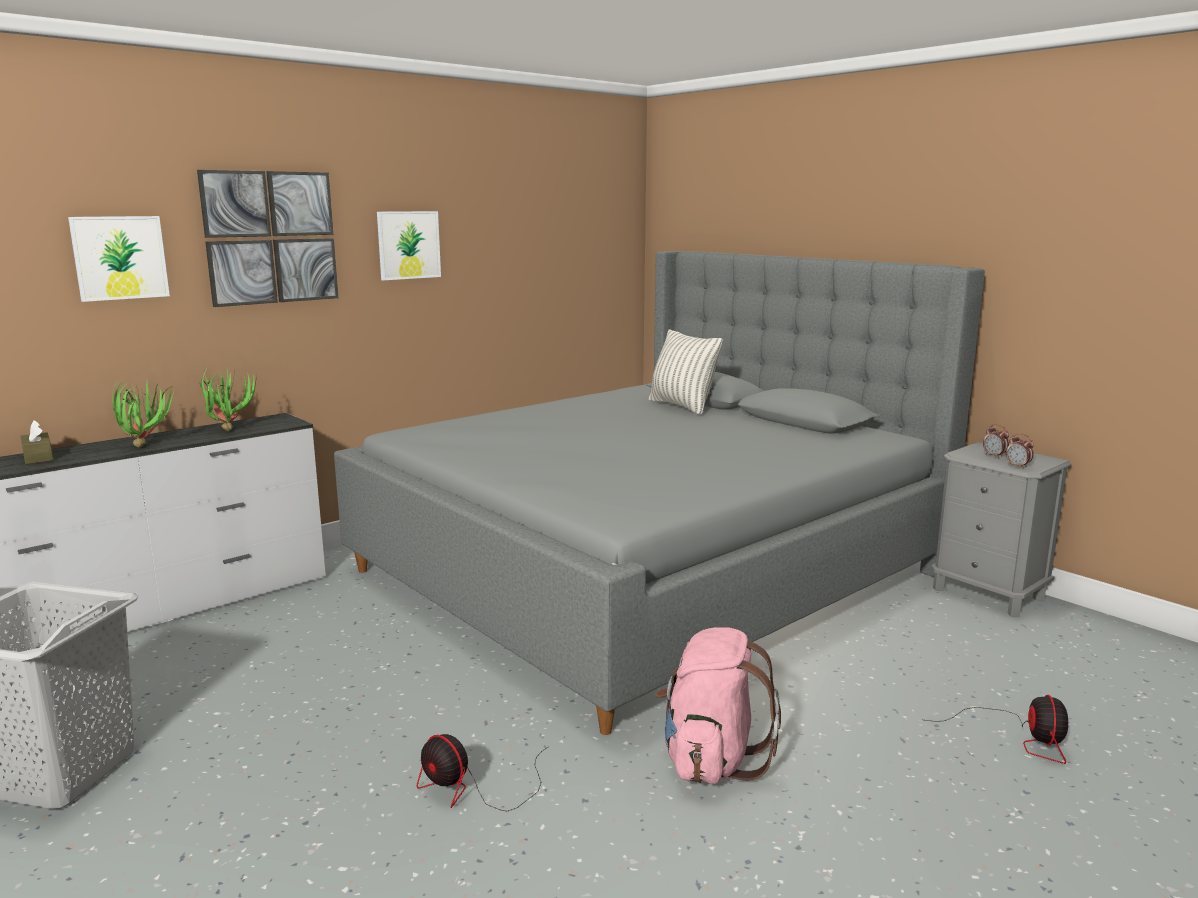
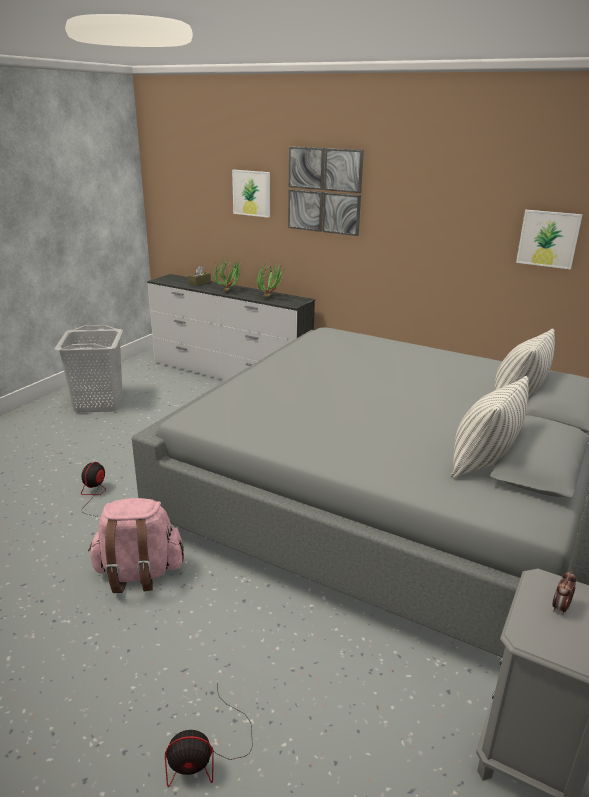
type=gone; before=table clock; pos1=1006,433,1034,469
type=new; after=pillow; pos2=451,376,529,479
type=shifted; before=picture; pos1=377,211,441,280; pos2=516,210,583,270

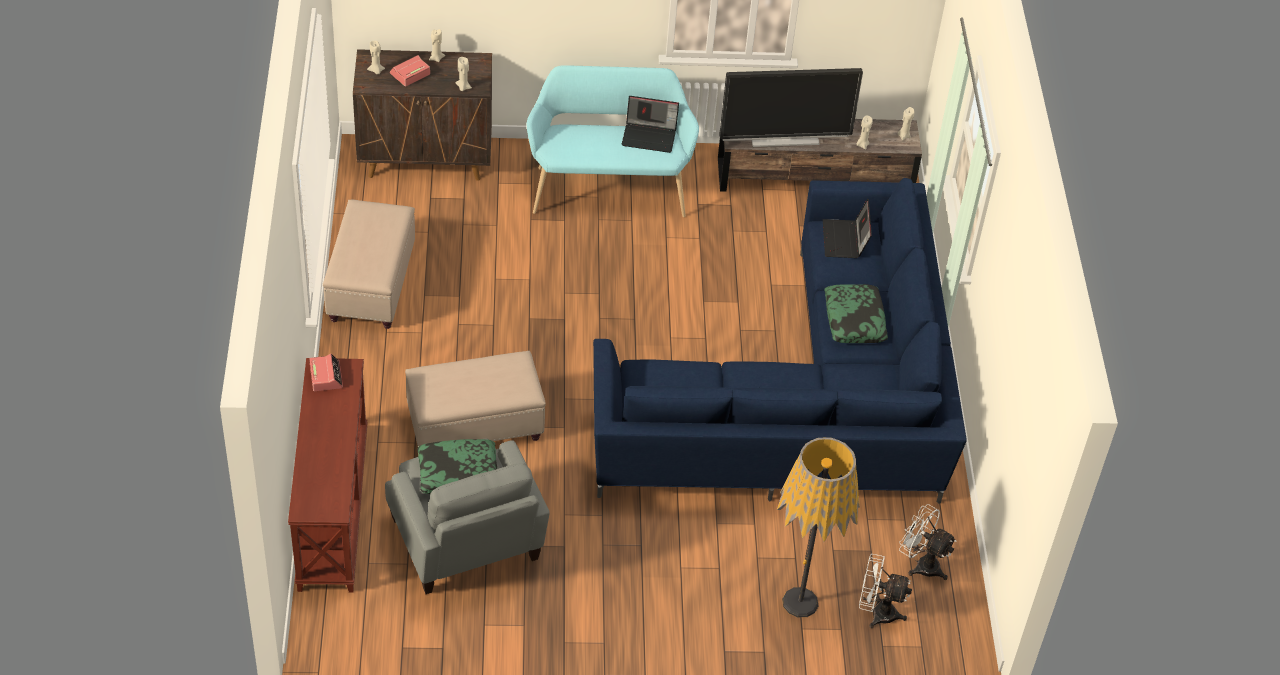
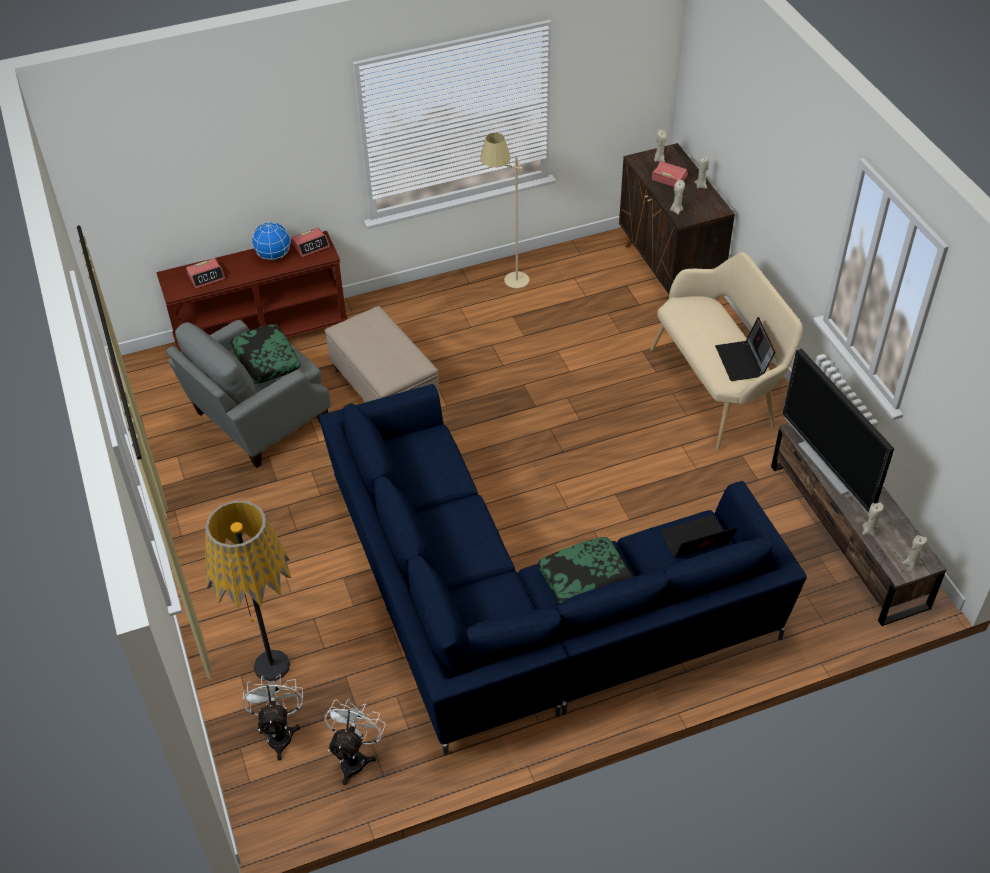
type=new; after=table clock; pos2=186,258,225,288
type=new; after=world globe; pos2=252,222,291,260
type=swapped; before=ottoman in beige-coloured; after=standing lamp in beige-coloured; pos1=323,200,415,329; pos2=480,133,529,289
type=repainted; before=indoor bench in blue-green; after=indoor bench in beige-coloured; pos1=527,65,699,217; pos2=650,252,803,450

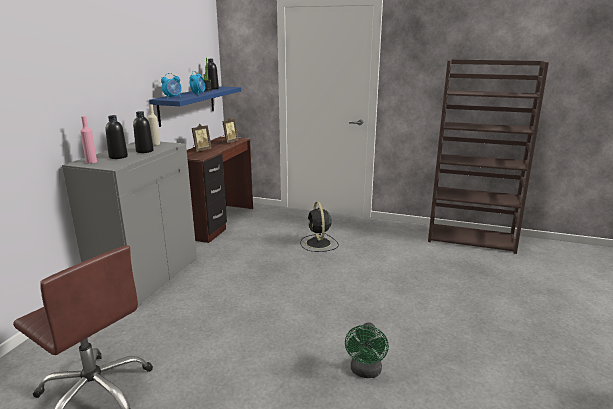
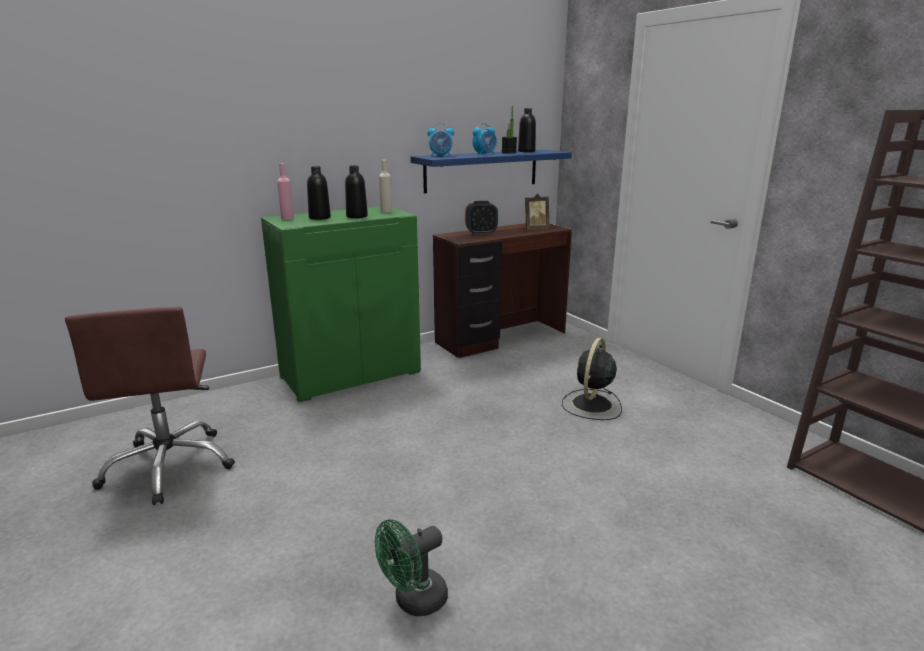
type=swapped; before=picture frame; after=table clock; pos1=192,124,212,152; pos2=465,201,498,235
type=repainted; before=cupboard in gray; after=cupboard in green; pos1=62,142,197,308; pos2=261,206,421,402

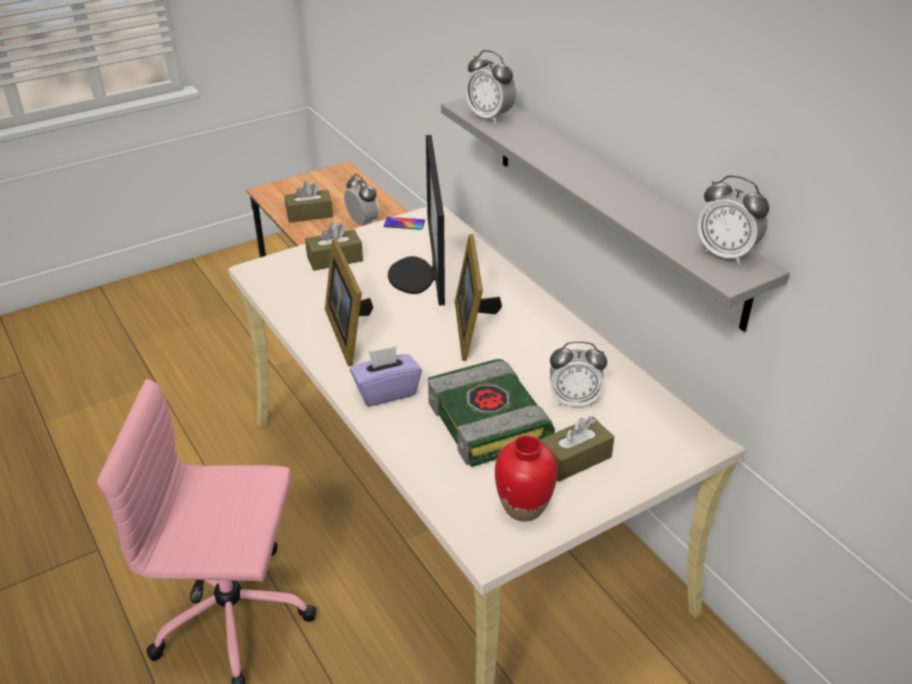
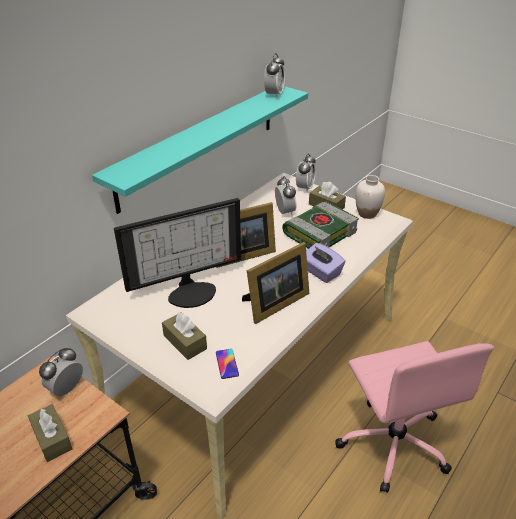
type=shifted; before=phone; pos1=384,217,425,230; pos2=216,349,239,379
type=shifted; before=table clock; pos1=465,50,516,124; pos2=296,153,316,192
type=repainted; before=wall shelf in gray; after=wall shelf in blue-green; pos1=441,98,790,332; pos2=92,86,308,214
type=repainted; before=flower vase in reddish; after=flower vase in white-coloured; pos1=495,435,558,522; pos2=355,175,385,219

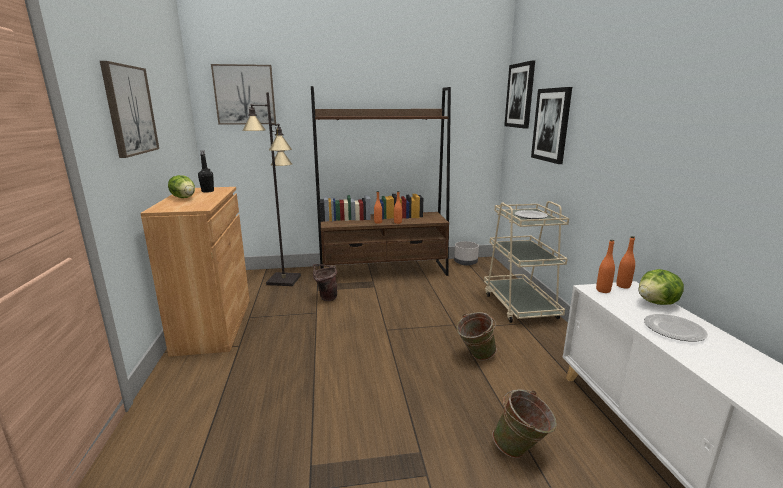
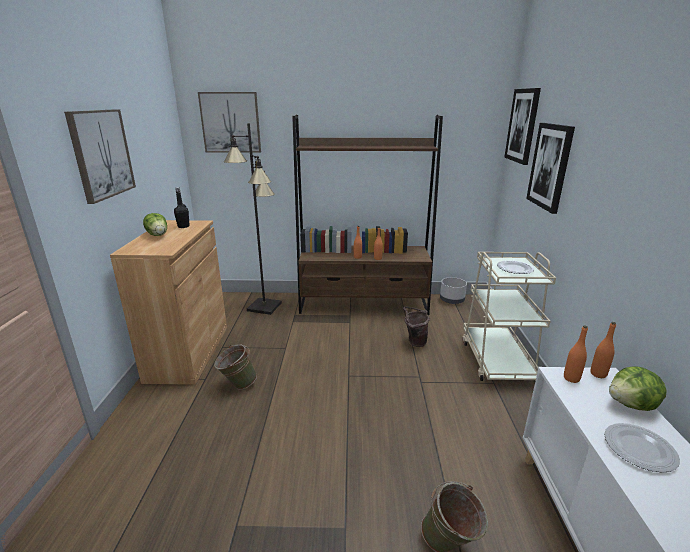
type=shifted; before=bucket in brown; pos1=313,264,337,301; pos2=403,307,430,347
type=shifted; before=bucket in green; pos1=457,312,497,360; pos2=214,345,257,390

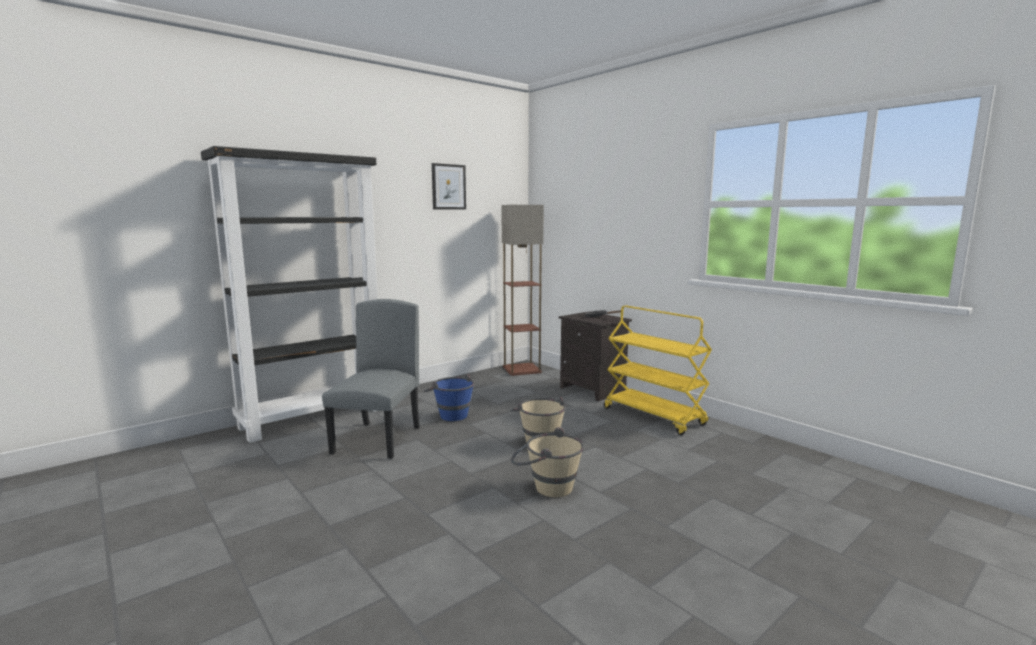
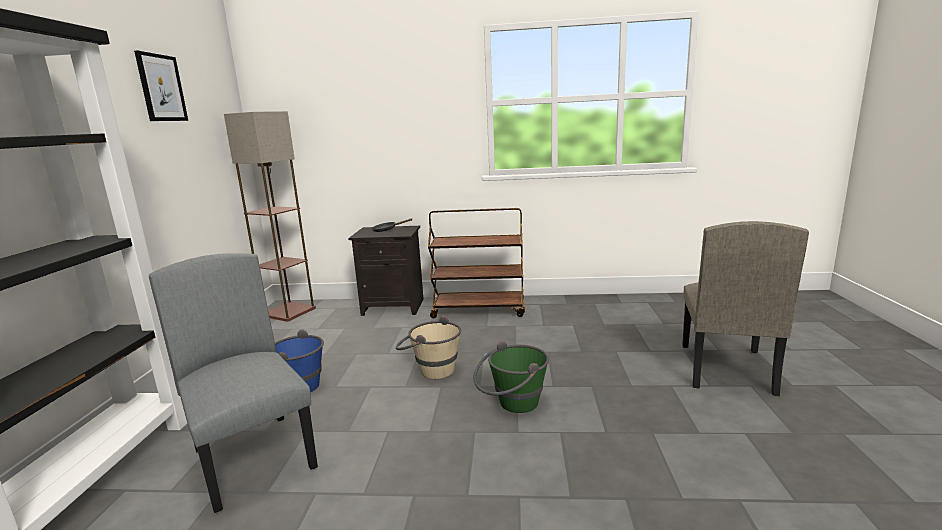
type=new; after=chair in beige-coloured; pos2=682,221,809,396
type=repainted; before=bucket in beige-coloured; after=bucket in green; pos1=511,427,584,497; pos2=474,341,549,413
type=repainted; before=trolley in yellow-coloured; after=trolley in brown; pos1=604,305,712,435; pos2=428,208,525,318

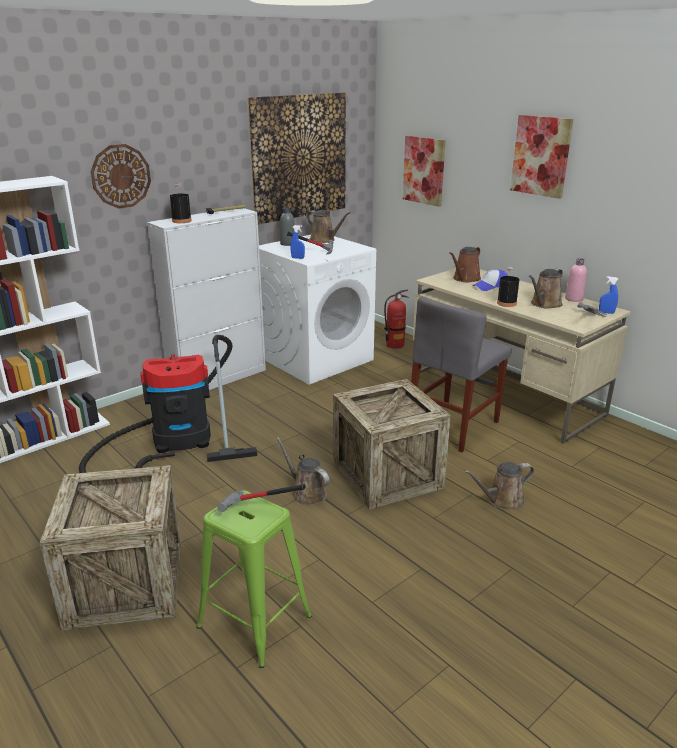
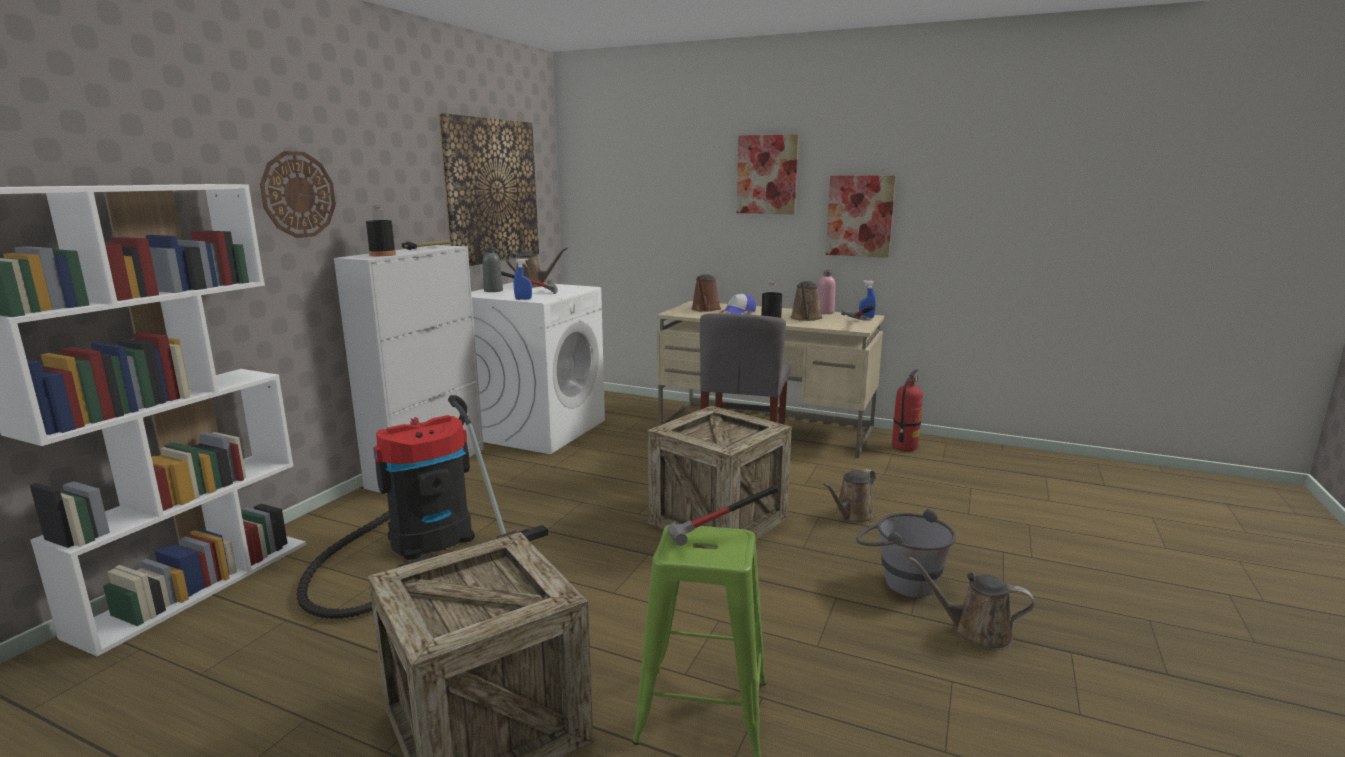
type=new; after=bucket in gray; pos2=856,509,956,597
type=shifted; before=watering pot in brown; pos1=276,437,330,505; pos2=909,557,1034,650
type=shifted; before=fire extinguisher; pos1=384,290,409,349; pos2=892,369,923,451
type=shifted; before=picture; pos1=403,136,446,207; pos2=826,176,896,258

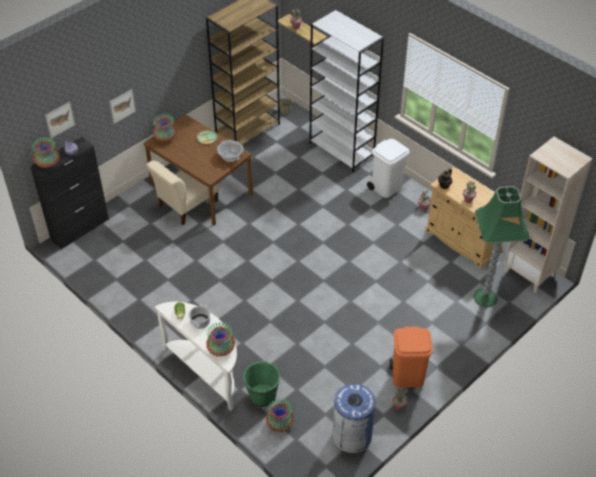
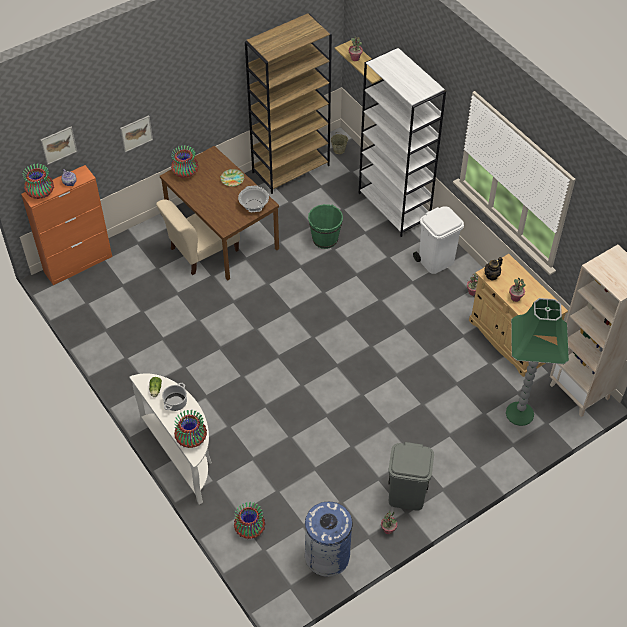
type=shifted; before=bucket in green; pos1=244,361,280,407; pos2=308,204,343,249
type=repainted; before=cupboard in blackish; after=cupboard in orange-coloured; pos1=30,137,109,249; pos2=21,165,112,285
type=repainted; before=rubbish bin in orange-coloured; after=rubbish bin in gray; pos1=390,327,433,387; pos2=388,442,434,511

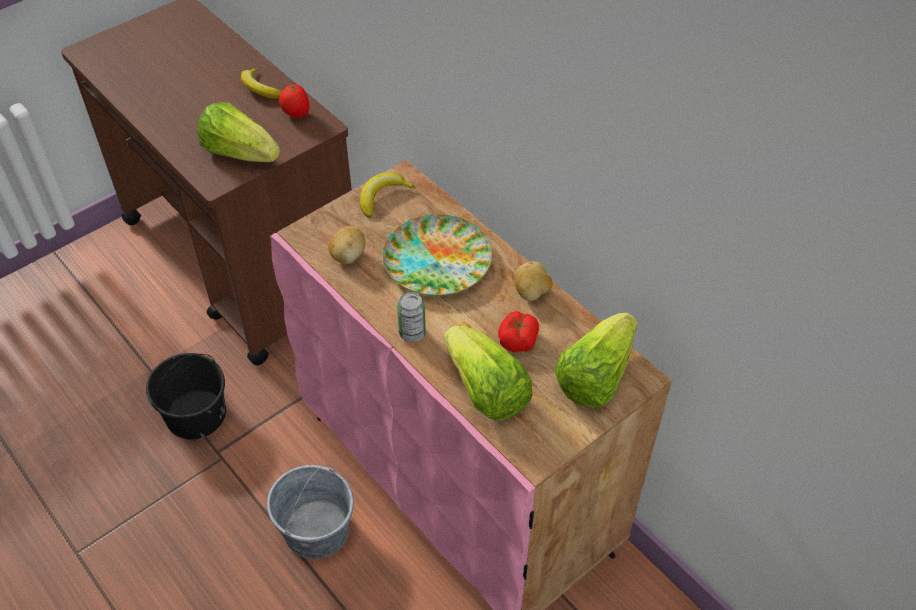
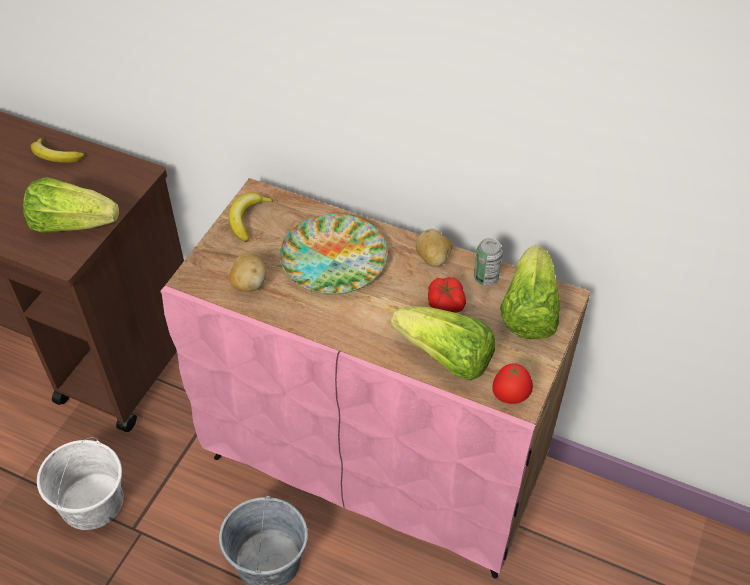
type=shifted; before=whole tomato; pos1=279,84,309,118; pos2=493,363,533,404
type=shifted; before=metal can; pos1=397,292,426,342; pos2=474,238,503,286
type=repainted; before=bucket in blackish; after=bucket in white-coloured; pos1=146,353,226,439; pos2=37,437,123,530

